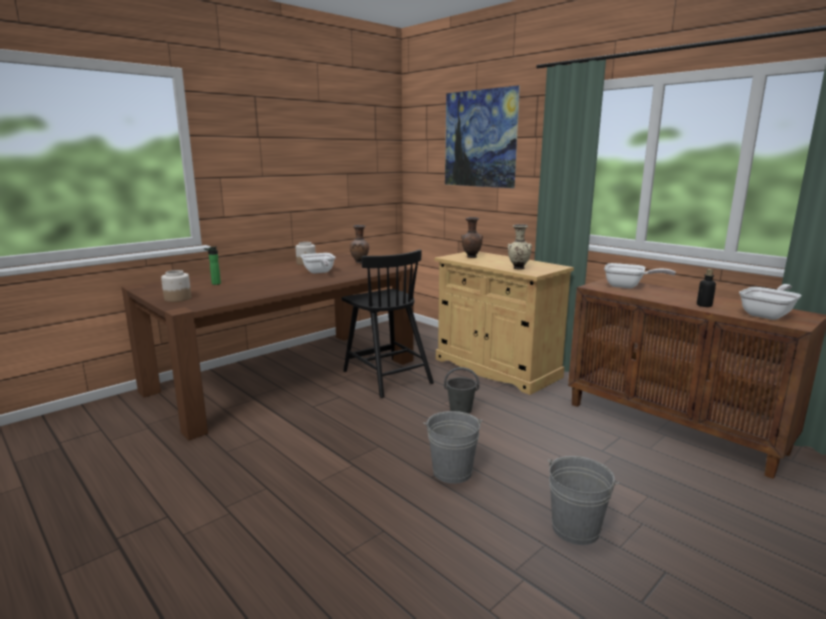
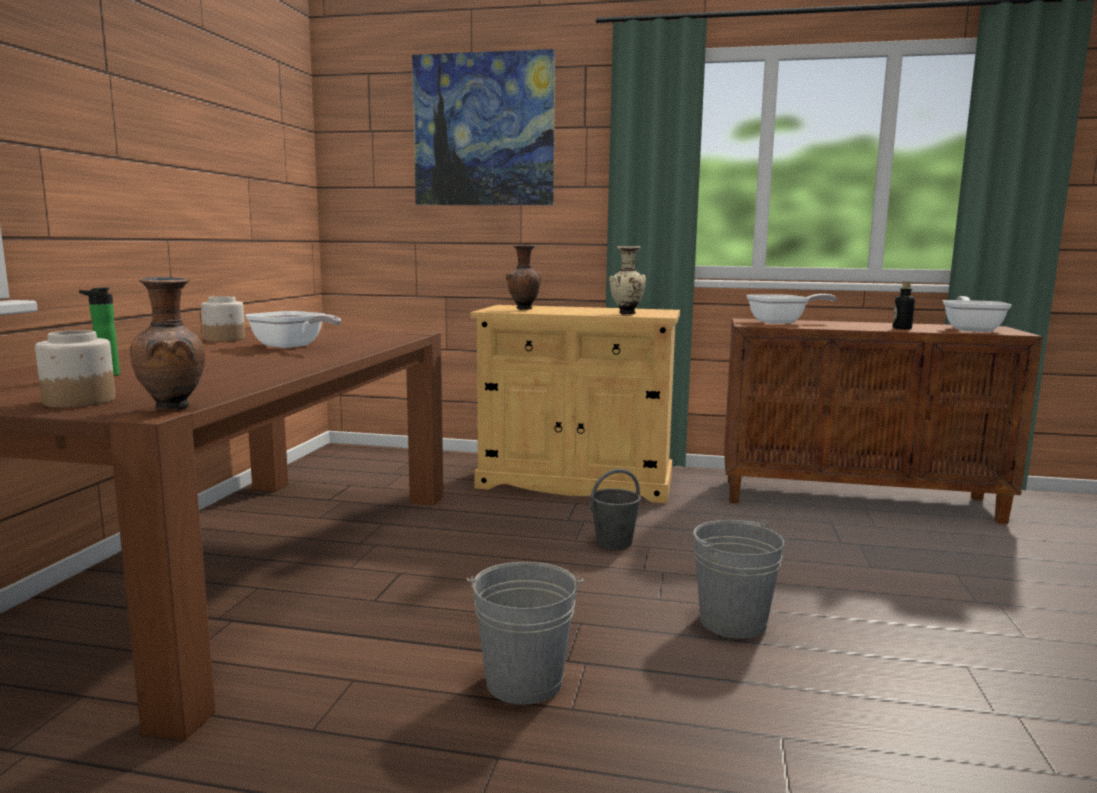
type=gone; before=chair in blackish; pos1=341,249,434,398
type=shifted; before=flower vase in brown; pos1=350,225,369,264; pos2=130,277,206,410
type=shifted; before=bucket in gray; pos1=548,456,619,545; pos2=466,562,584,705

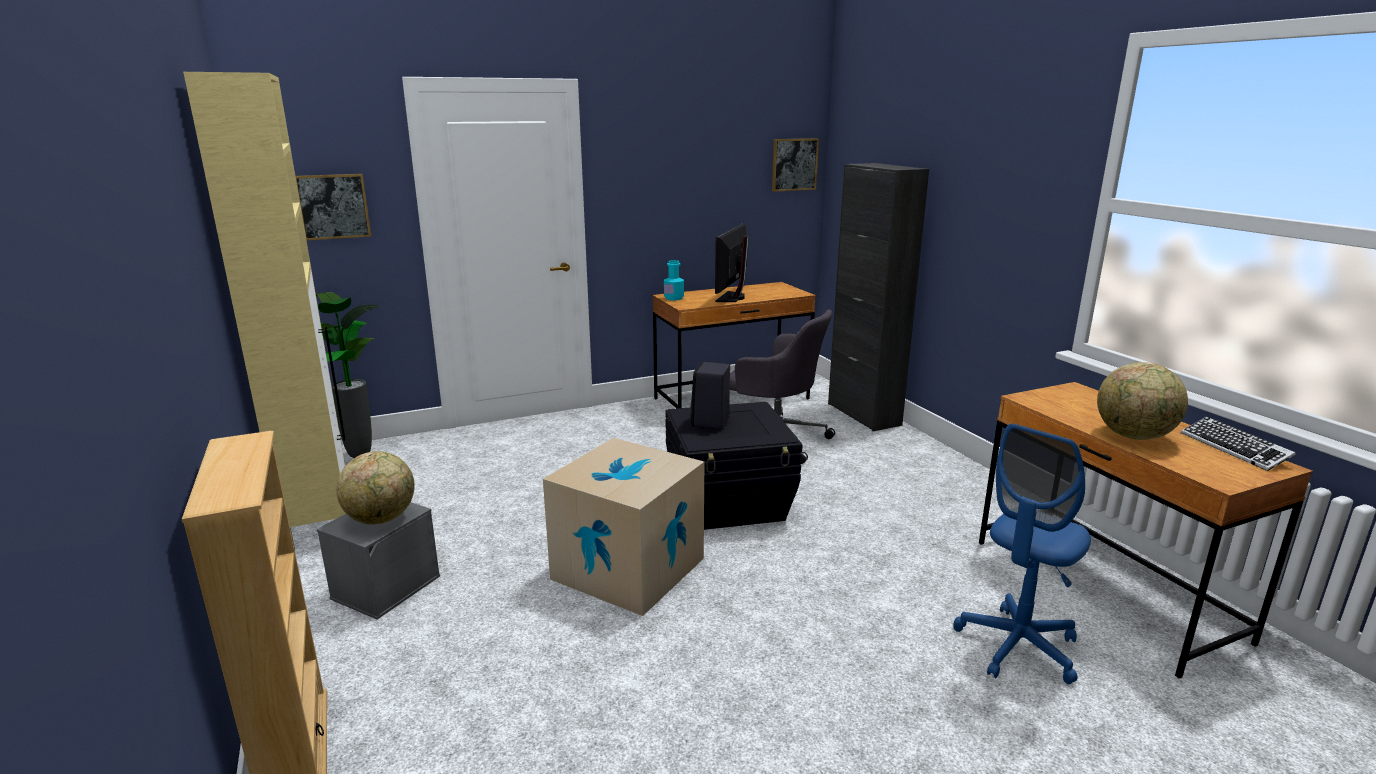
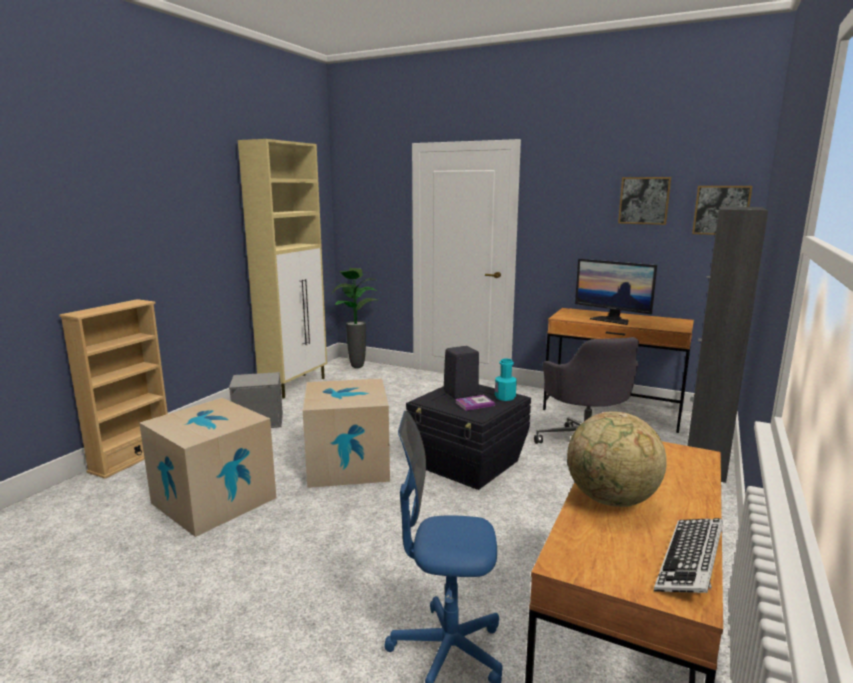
type=gone; before=world globe; pos1=336,451,415,525
type=new; after=packing box; pos2=139,398,276,537
type=new; after=book; pos2=455,395,495,411
type=shifted; before=picture; pos1=295,174,371,241; pos2=618,177,671,225
type=shifted; before=drink bottle in blue-green; pos1=664,260,684,301; pos2=495,358,517,401
type=rotated; before=monitor; pos1=715,224,749,302; pos2=575,259,657,325; turn=-120

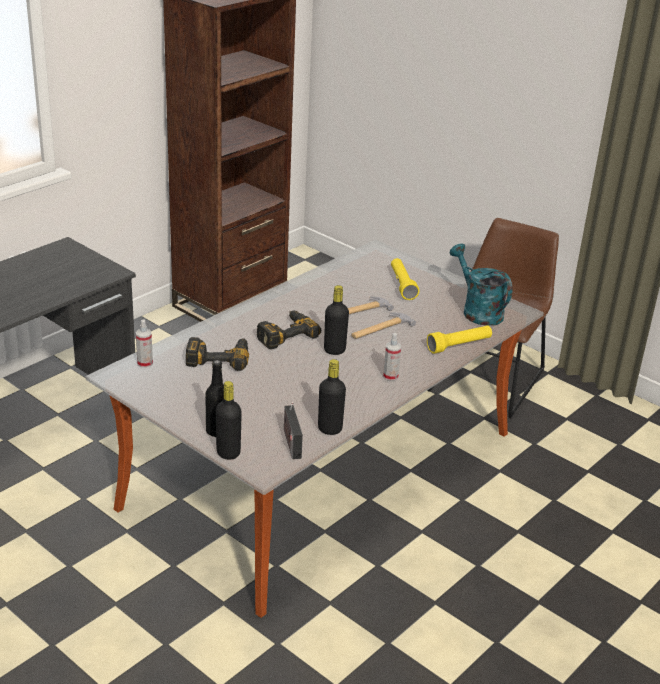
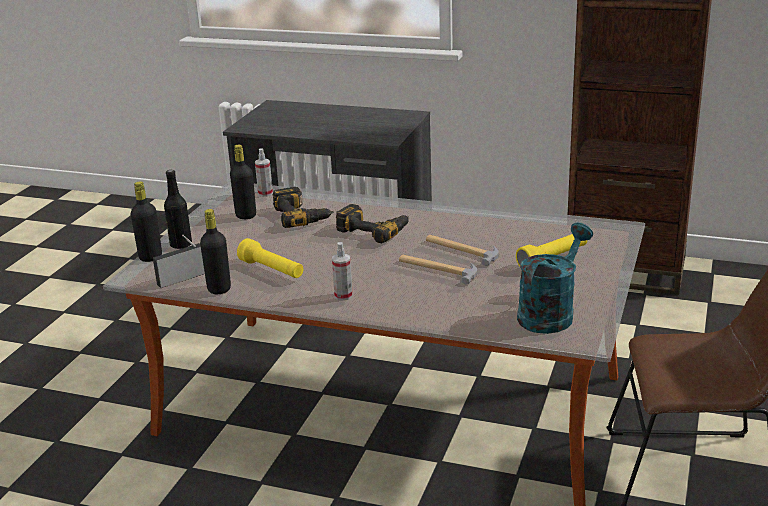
type=shifted; before=drink bottle in blackish; pos1=324,285,349,355; pos2=230,145,256,219
type=shifted; before=hand torch in yellow-coloured; pos1=427,325,492,354; pos2=237,238,303,278

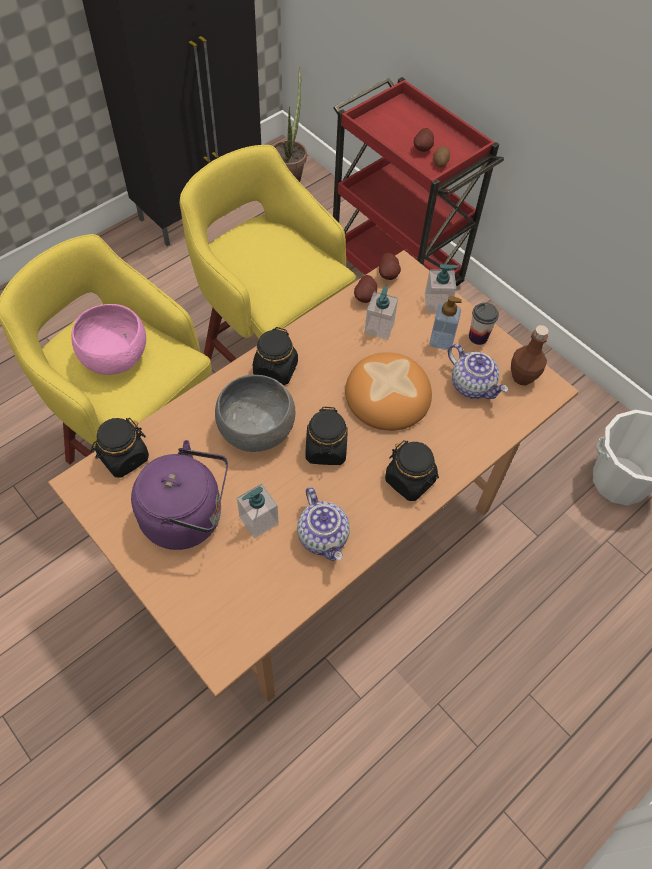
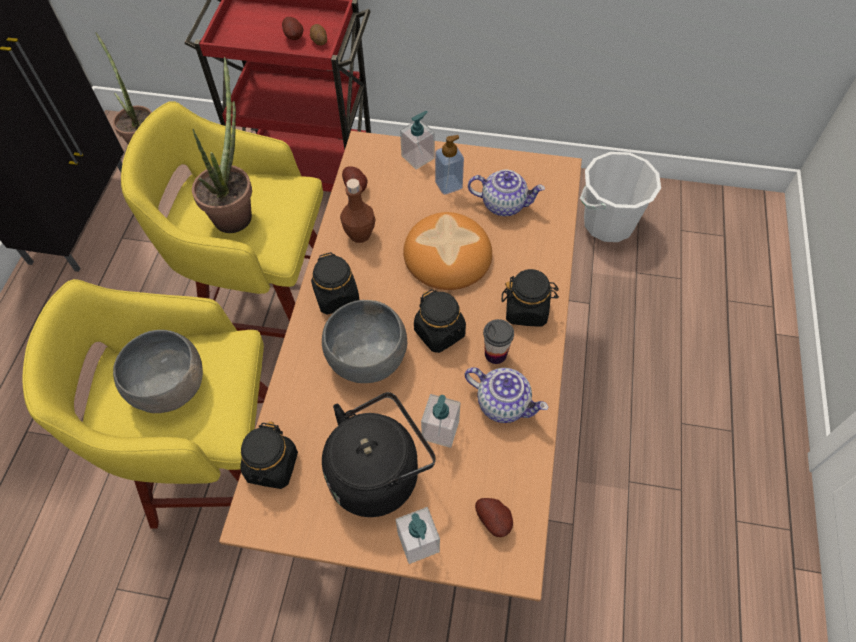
type=new; after=potted plant; pos2=192,57,252,233
type=shifted; before=soap bottle; pos1=364,286,398,340; pos2=396,507,440,564
type=shifted; before=whole potato; pos1=379,253,401,280; pos2=475,498,513,537
type=shifted; before=drinking cup; pos1=469,302,499,345; pos2=483,319,514,364
type=shifted; before=drink bottle in brown; pos1=511,325,548,386; pos2=340,179,376,243
type=repainted; before=bowl in pinkish; after=bowl in gray; pos1=71,304,146,375; pos2=113,330,203,413
type=repainted; before=kettle in purple-coloured; after=kettle in blackish; pos1=131,440,228,550; pos2=322,392,436,517

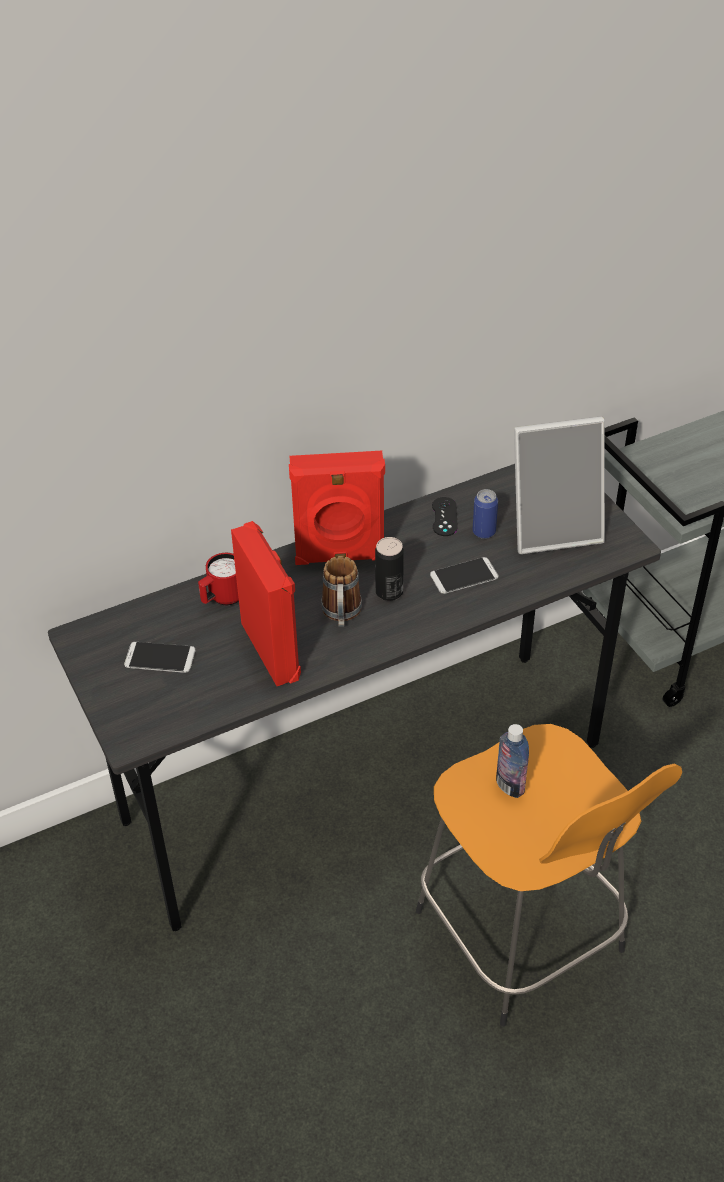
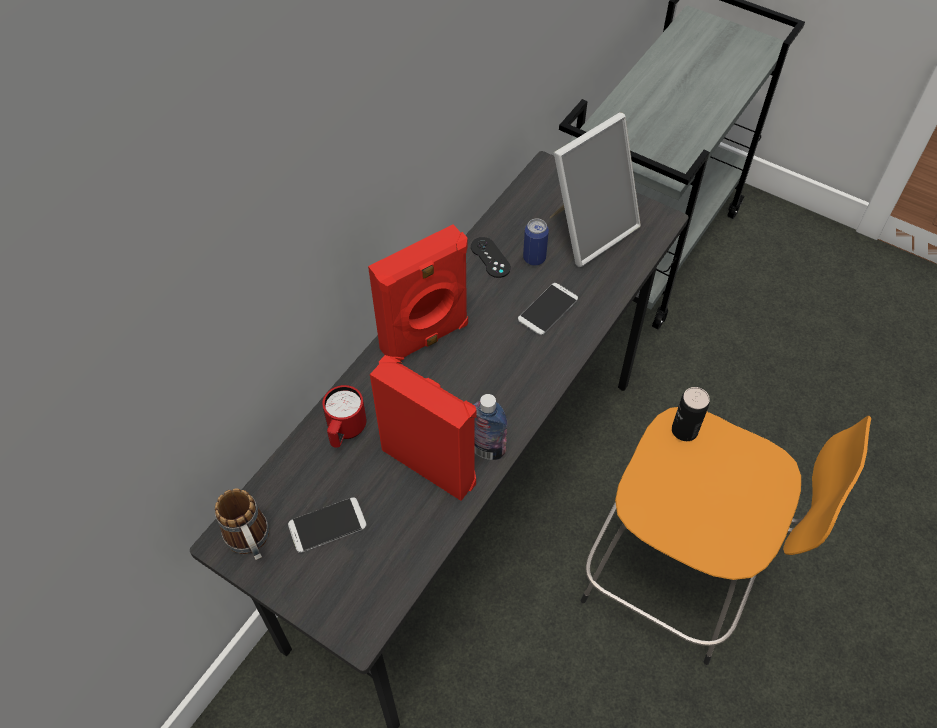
type=shifted; before=tea mug; pos1=321,556,362,626; pos2=215,488,269,561
type=shifted; before=metal can; pos1=375,537,404,601; pos2=672,387,710,441
type=shifted; before=drink bottle; pos1=496,724,529,798; pos2=474,394,508,460

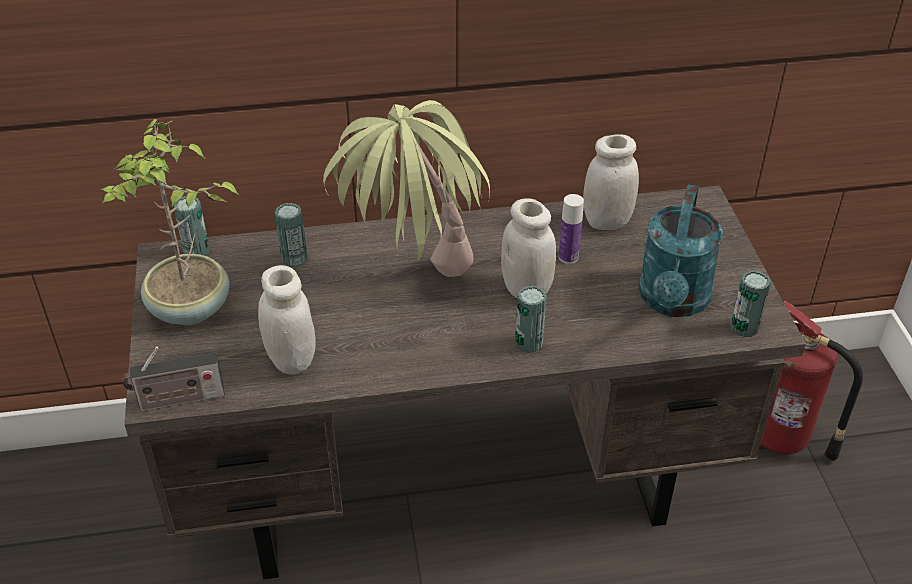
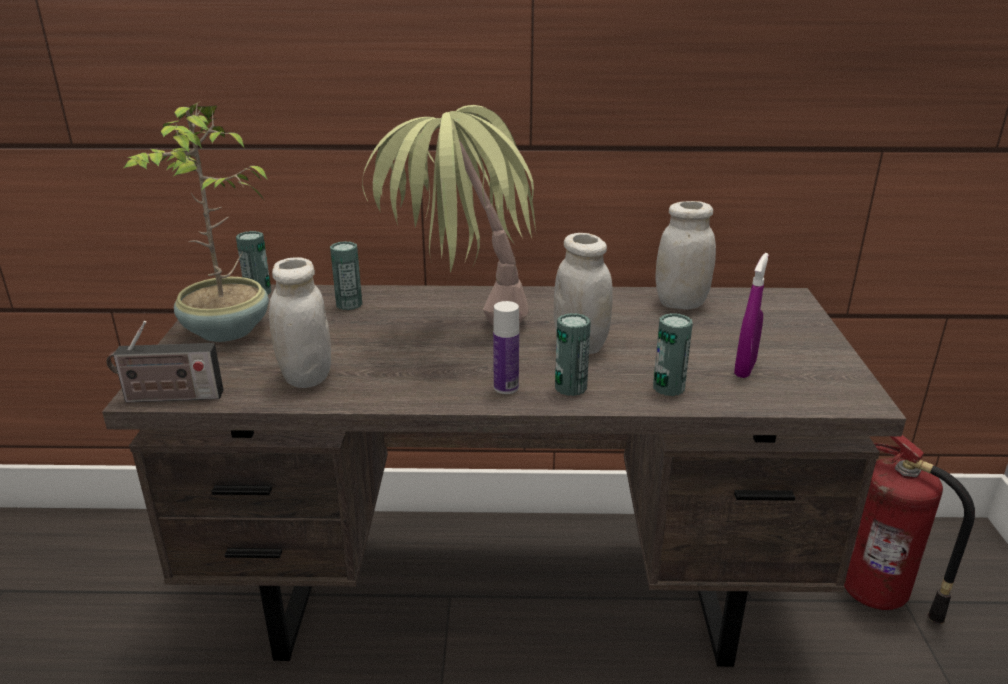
type=shifted; before=drink bottle; pos1=559,194,584,264; pos2=493,301,519,394
type=shifted; before=metal can; pos1=730,271,771,337; pos2=653,313,693,396
type=swapped; before=watering pot in blue-green; after=sprayer in purple-coloured; pos1=638,185,723,317; pos2=734,253,769,378

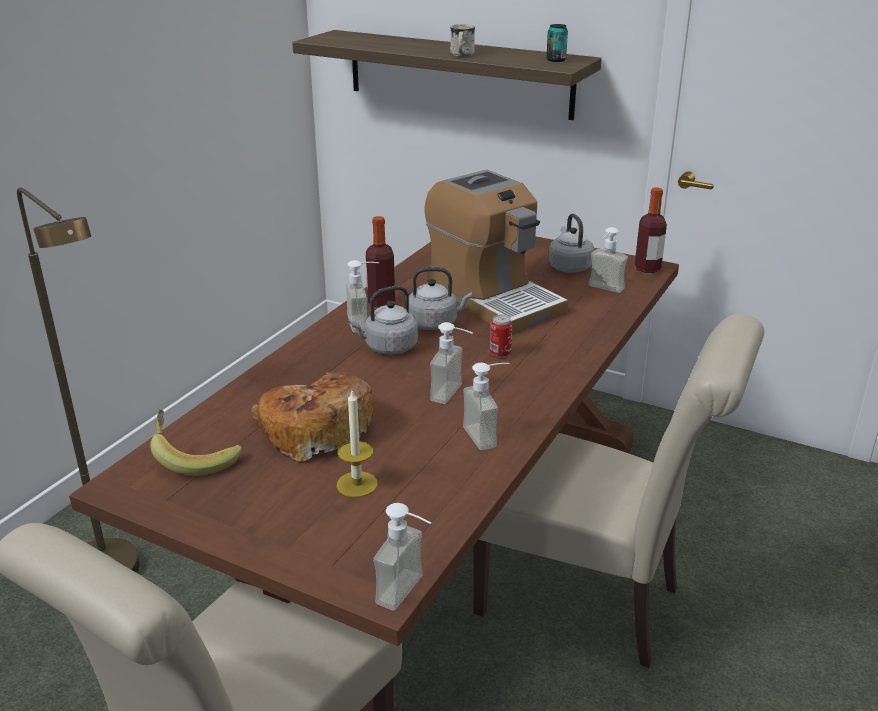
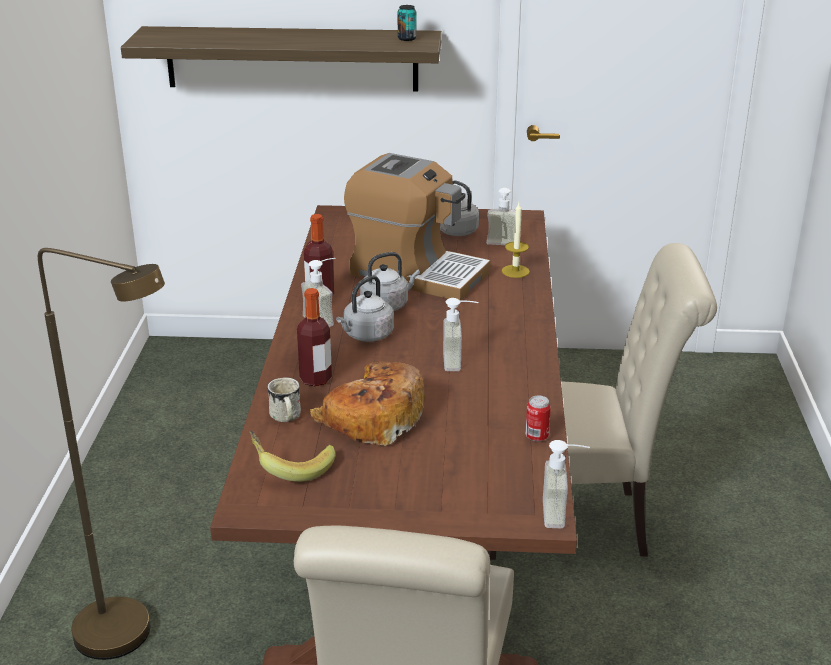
type=gone; before=soap bottle; pos1=463,363,509,450
type=shifted; before=wax candle; pos1=337,391,378,497; pos2=502,203,530,278
type=shifted; before=tea mug in white-coloured; pos1=450,24,475,57; pos2=268,378,301,422
type=shifted; before=metal can; pos1=490,315,512,358; pos2=525,395,551,442
type=shifted; before=drink bottle; pos1=635,187,667,273; pos2=297,288,332,386

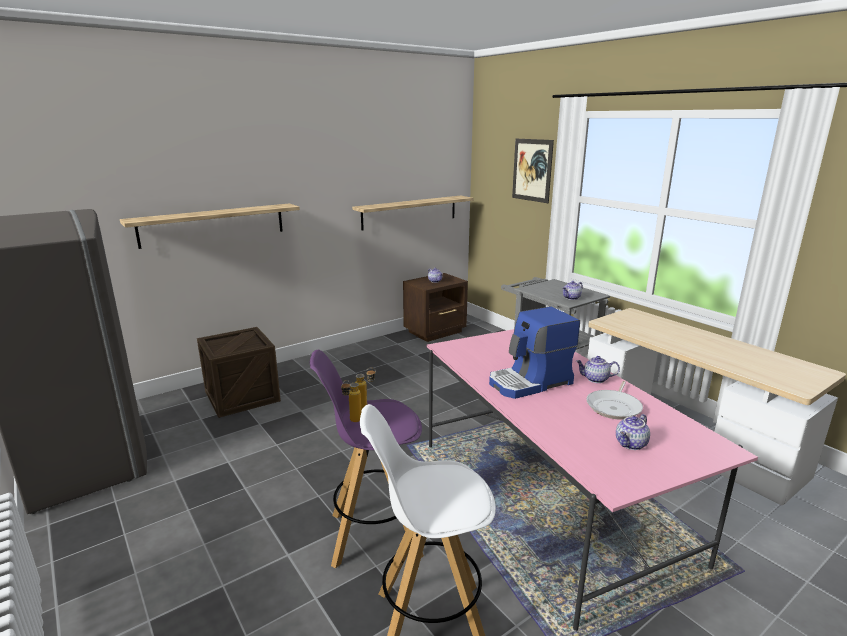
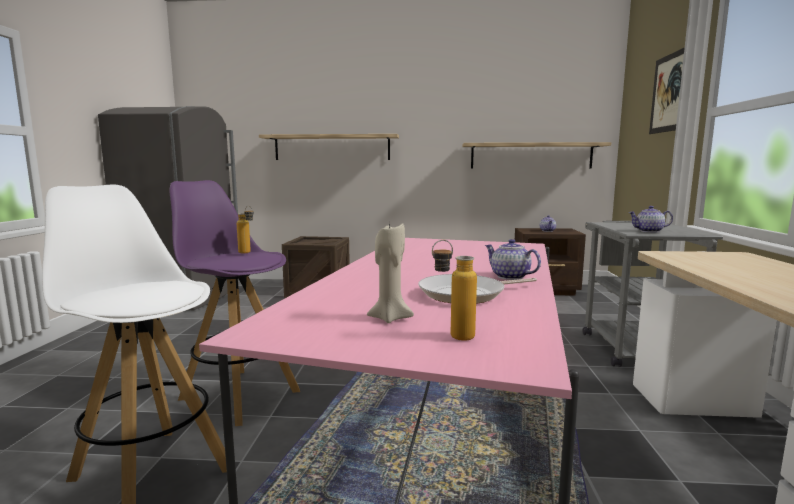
type=gone; before=coffee maker; pos1=489,306,580,399
type=shifted; before=drink bottle; pos1=341,380,361,422; pos2=432,240,477,341
type=swapped; before=pot for tea; after=wax candle in beige-coloured; pos1=616,414,650,450; pos2=367,221,414,323

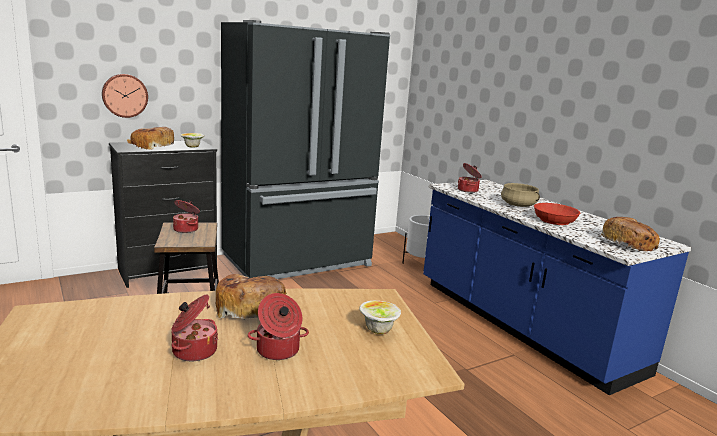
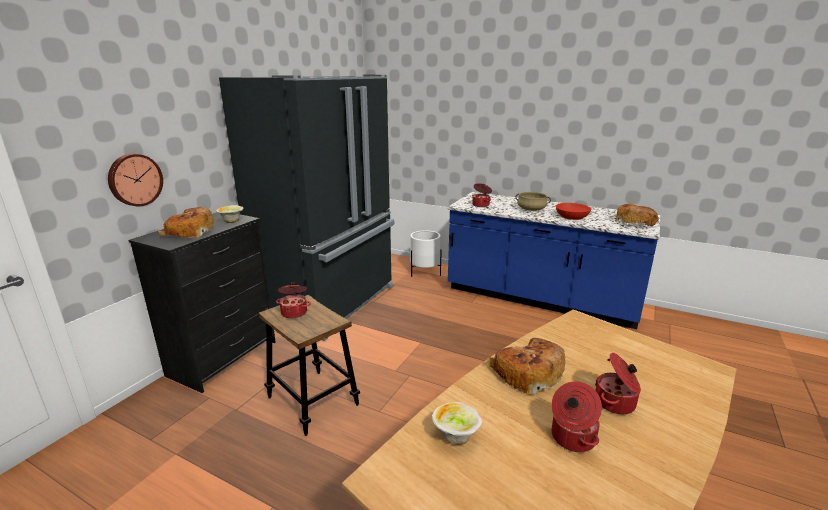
type=shifted; before=bowl; pos1=359,301,401,334; pos2=432,402,482,445

